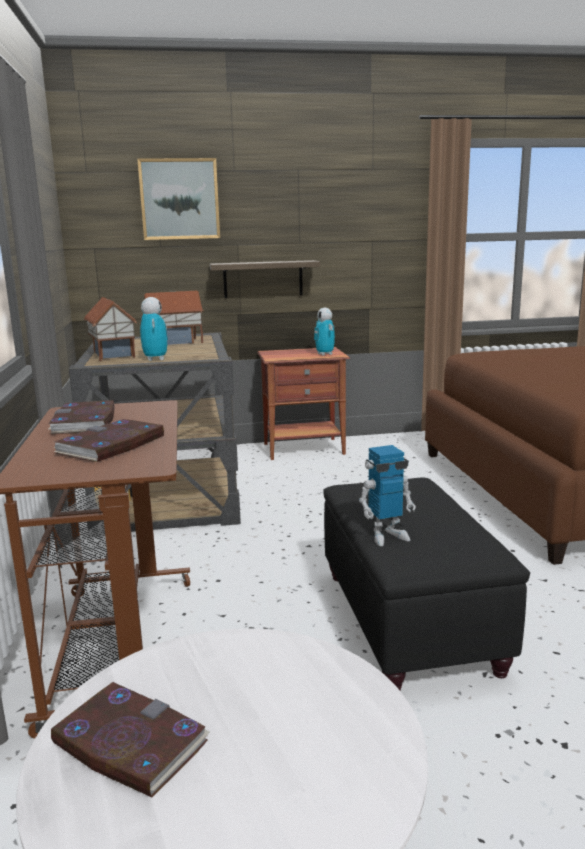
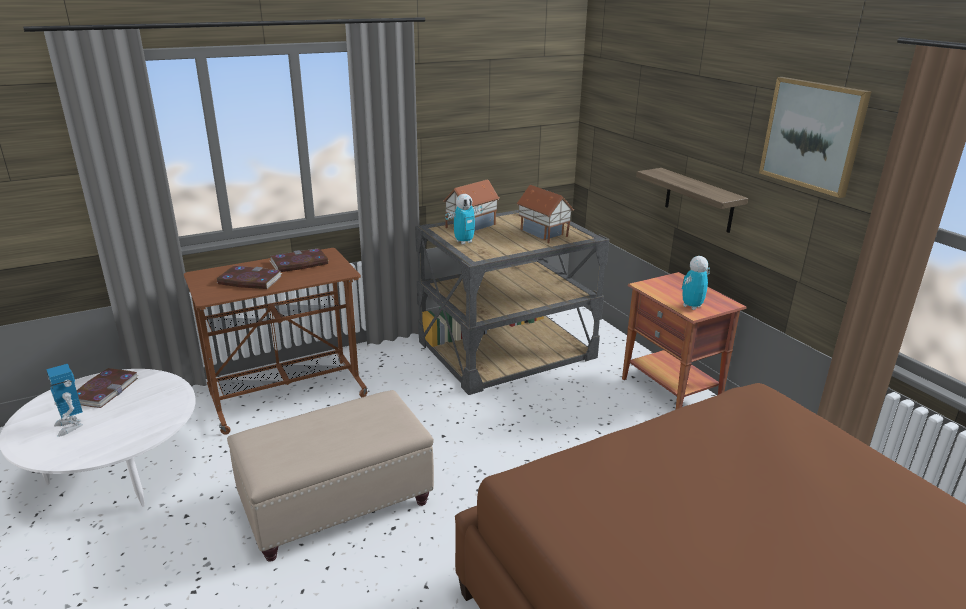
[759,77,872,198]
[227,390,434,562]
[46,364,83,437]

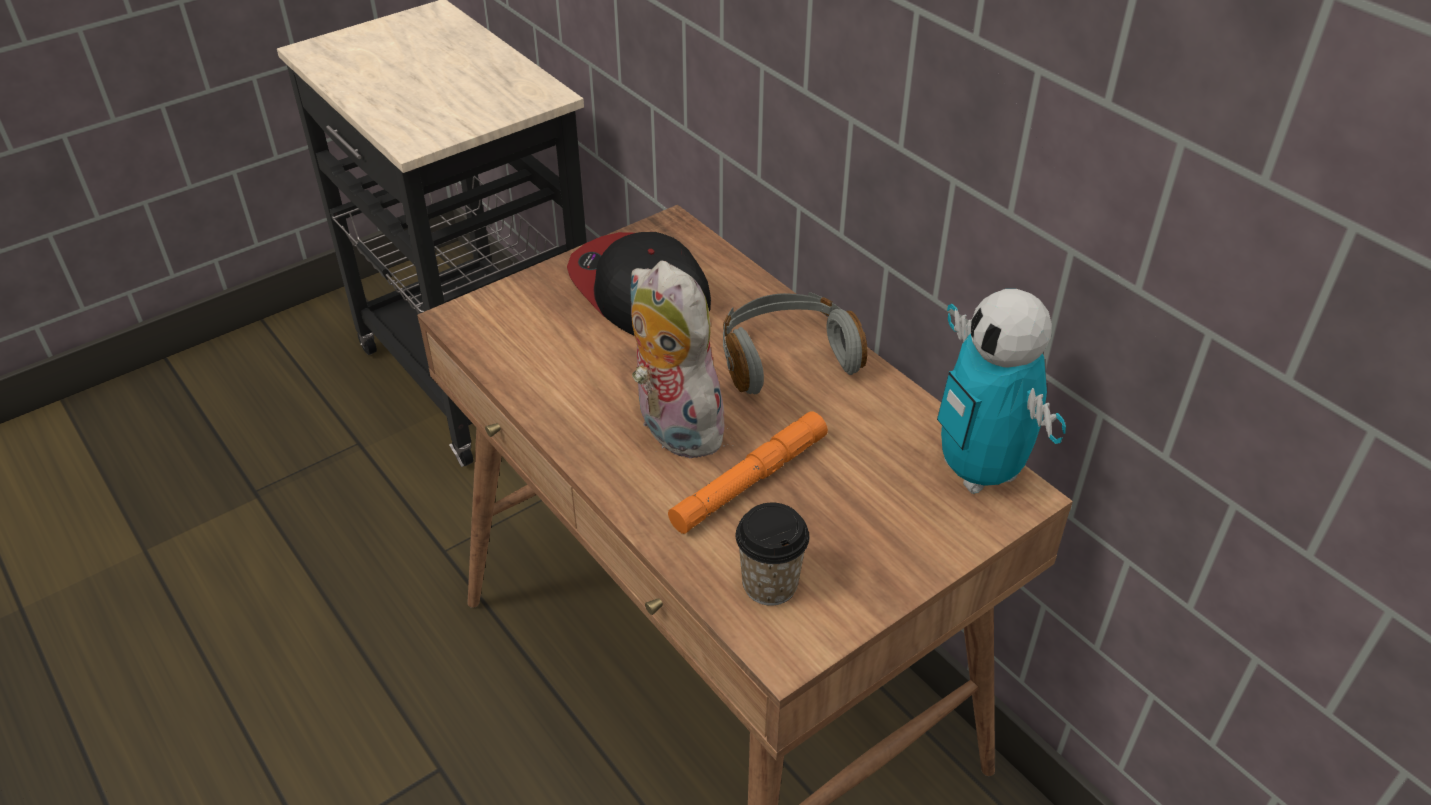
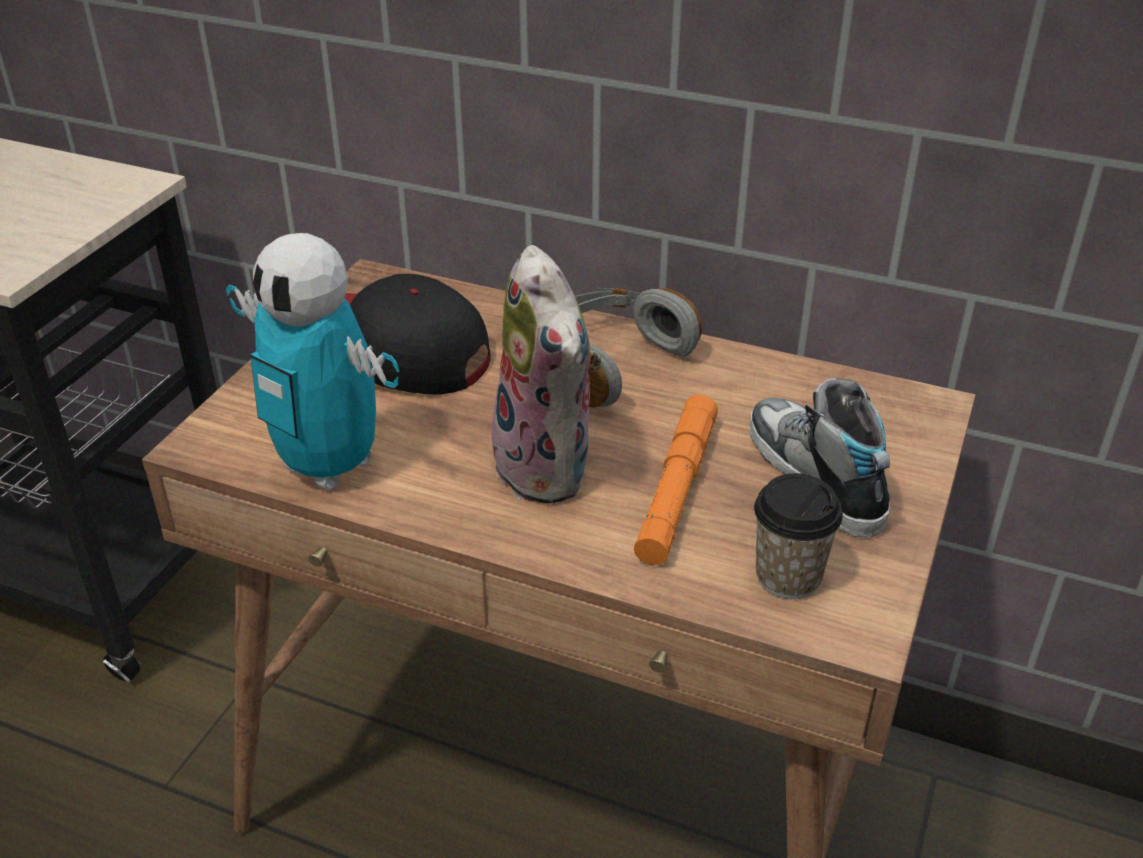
[492,245,602,504]
[226,233,400,490]
[750,378,890,538]

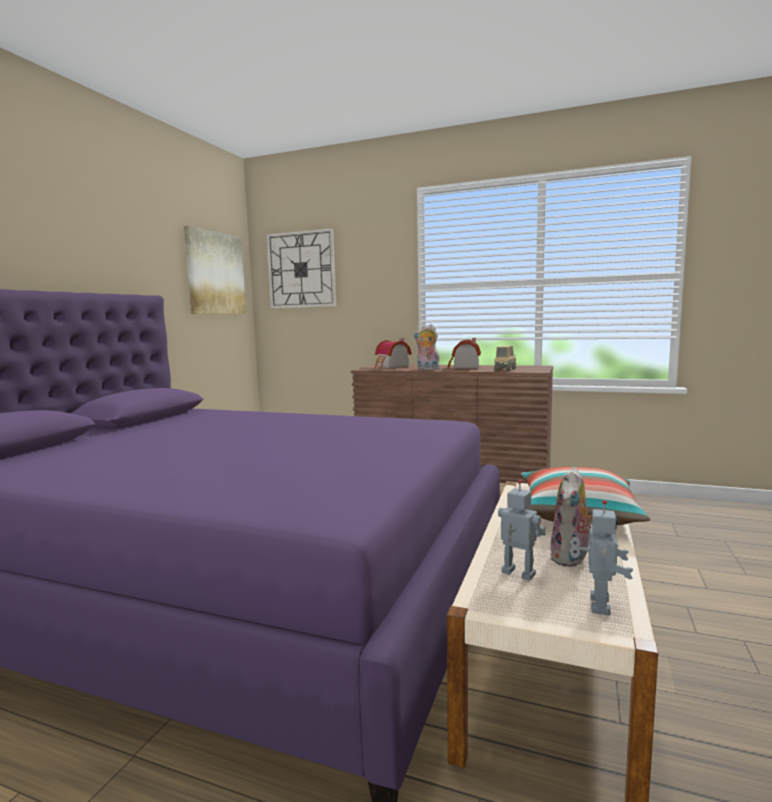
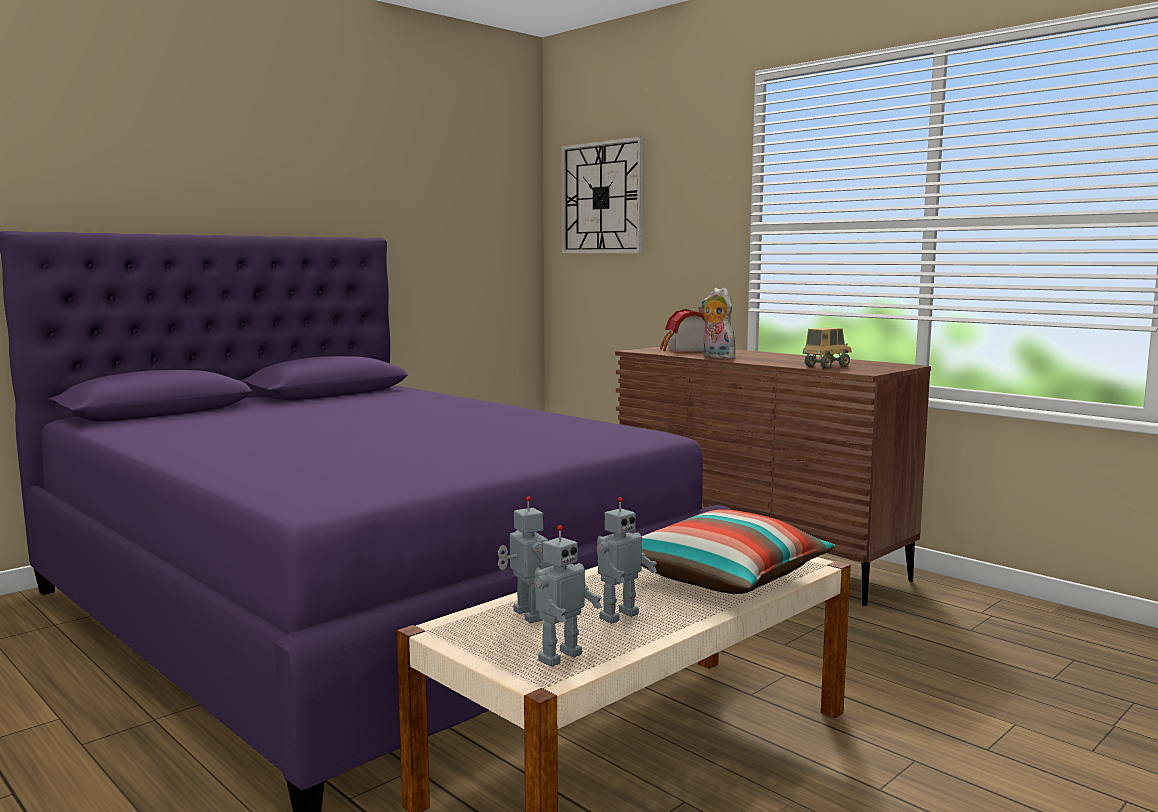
[184,226,246,314] (first image)
[447,338,481,369] (first image)
[597,497,657,624]

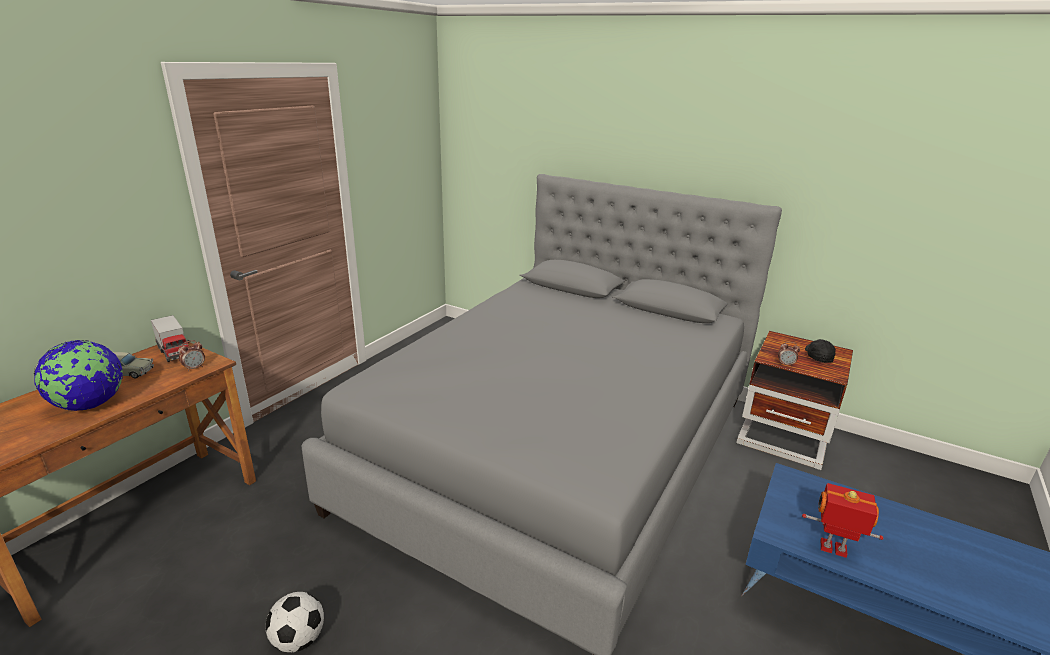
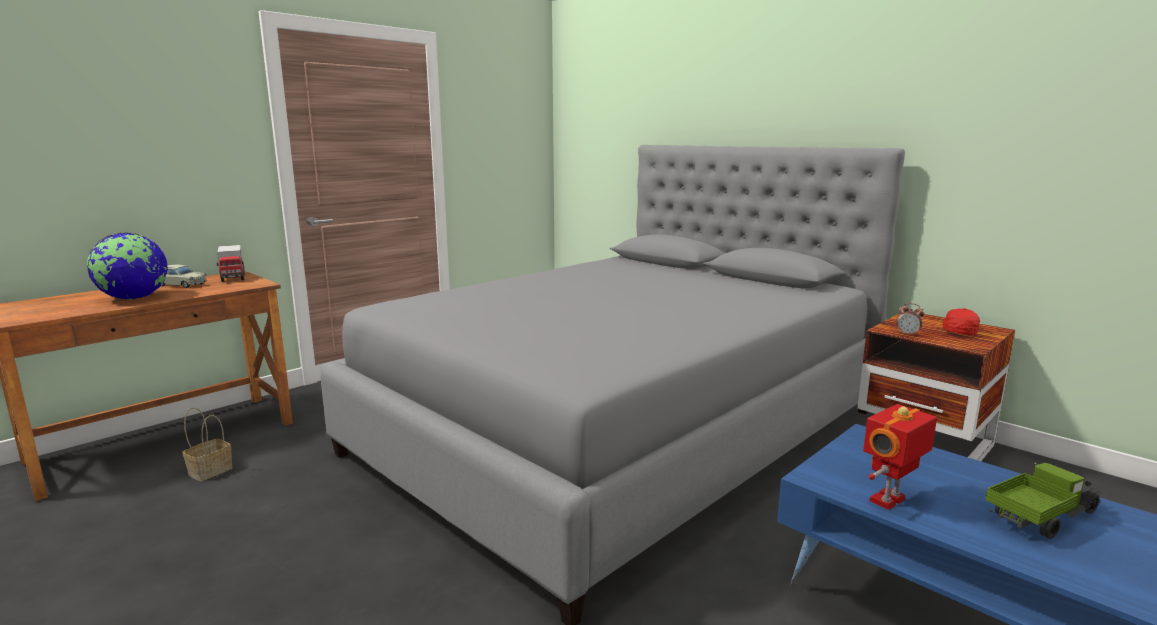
[178,340,205,372] (first image)
[266,592,324,653] (first image)
[863,404,937,510]
[943,308,980,335]
[182,407,233,481]
[985,462,1103,539]

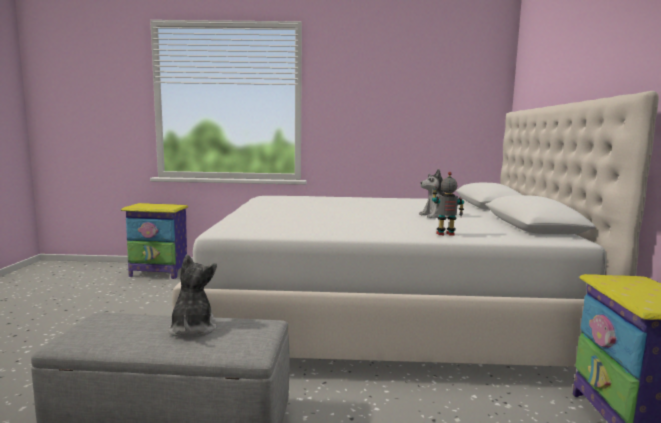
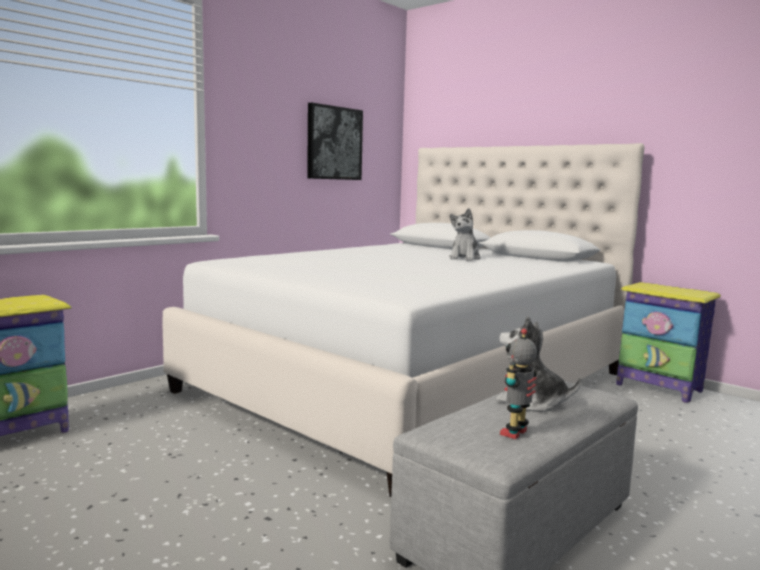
[500,328,537,439]
[307,103,363,180]

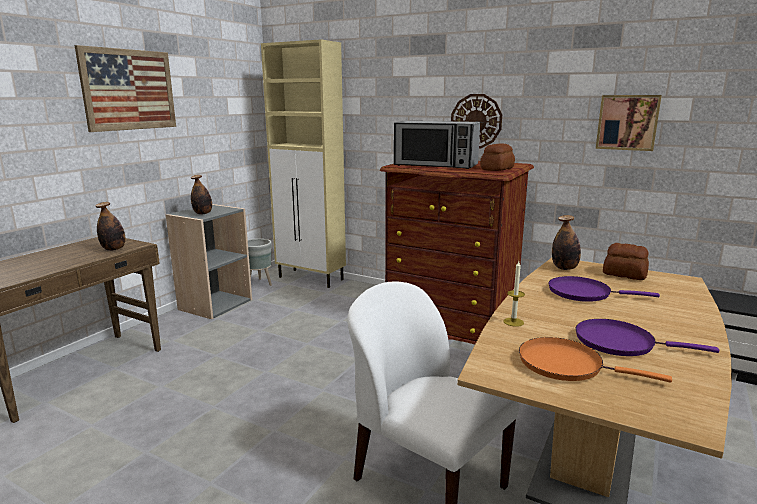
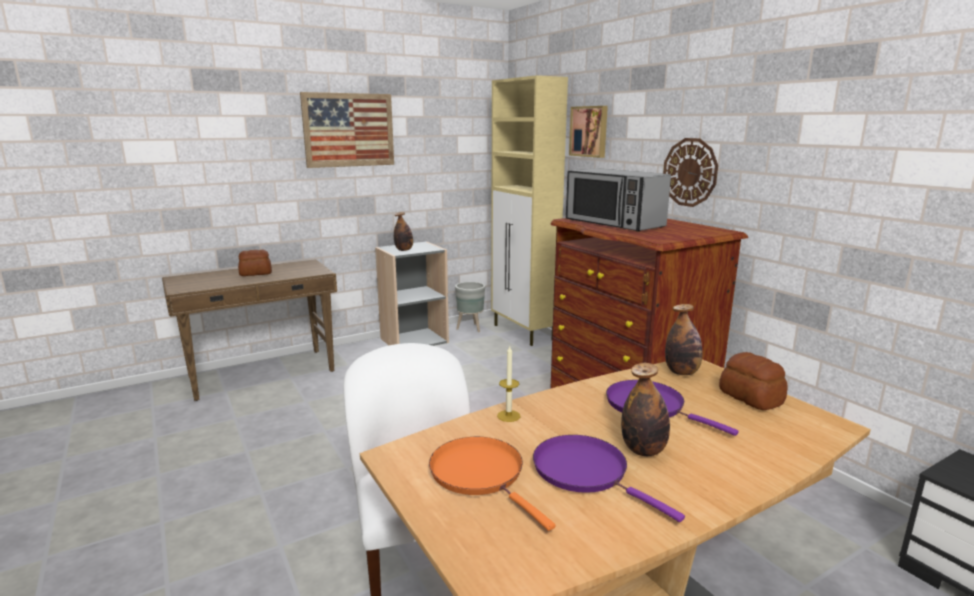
[621,363,670,456]
[238,250,272,276]
[569,106,608,158]

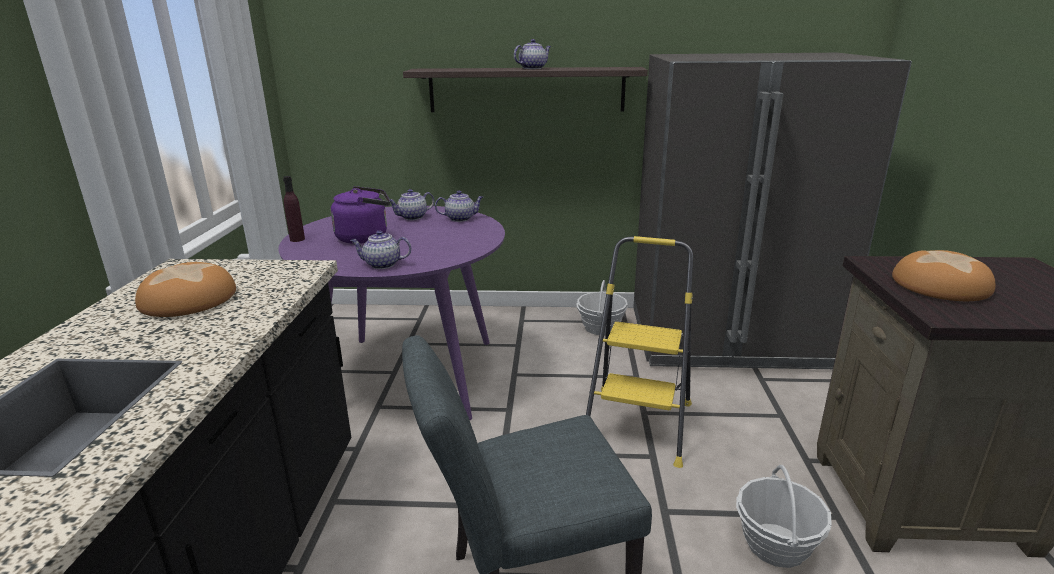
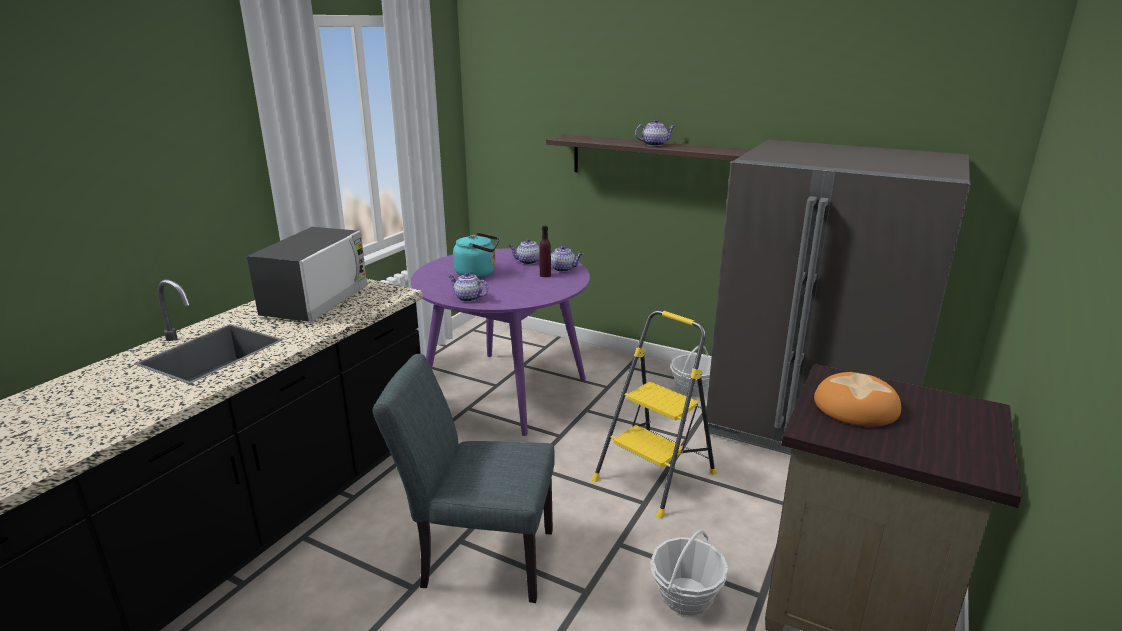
[247,227,368,322]
[539,226,551,277]
[453,232,500,278]

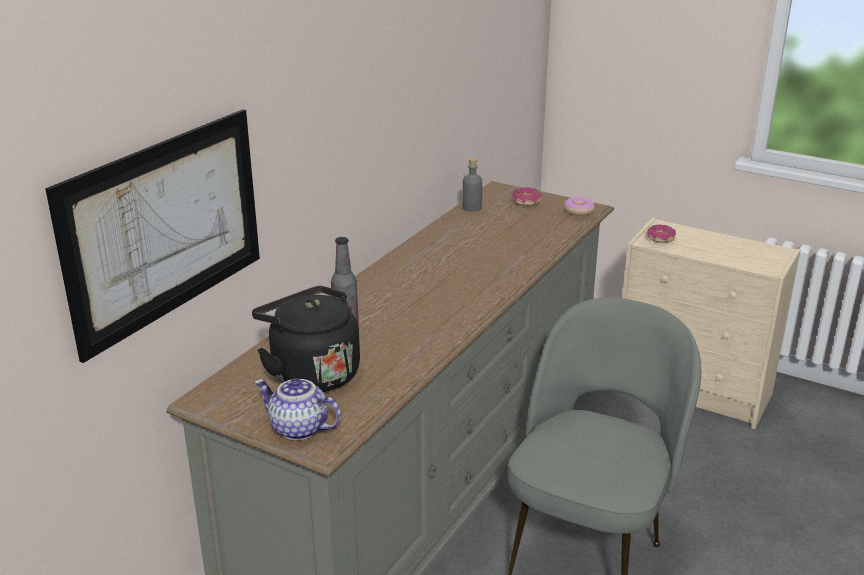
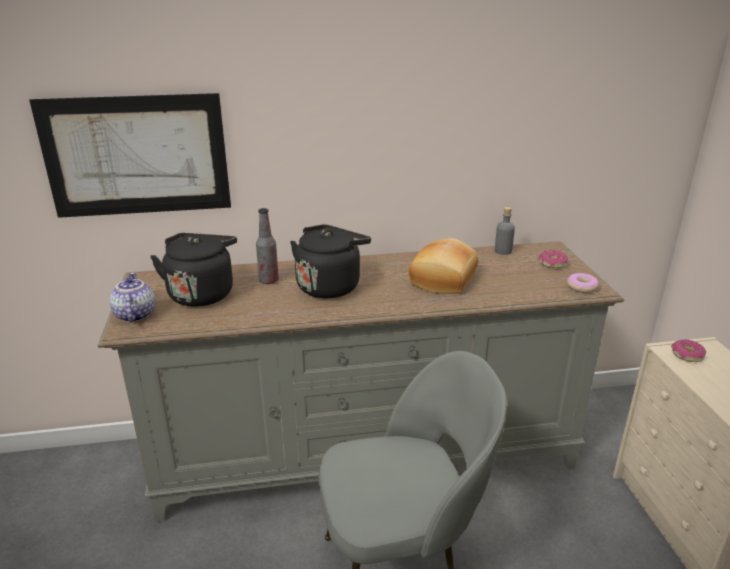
[290,224,371,298]
[408,238,478,294]

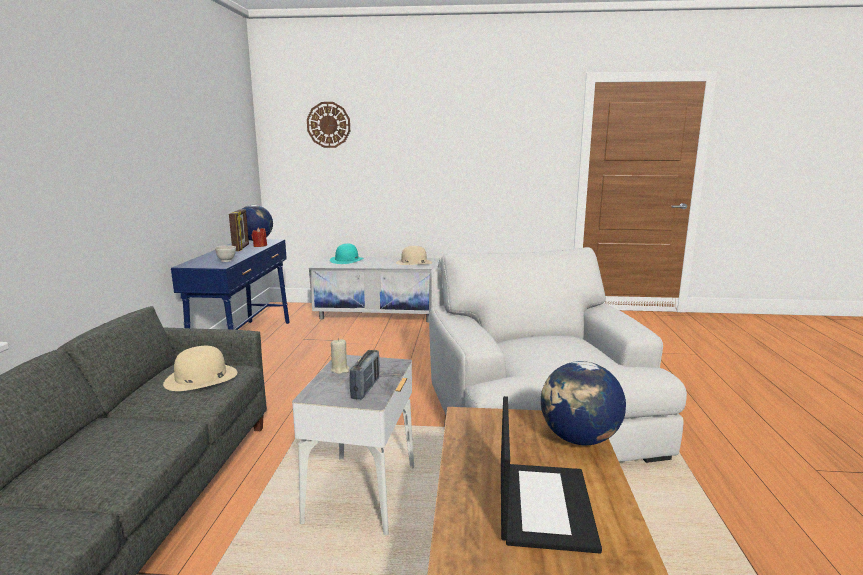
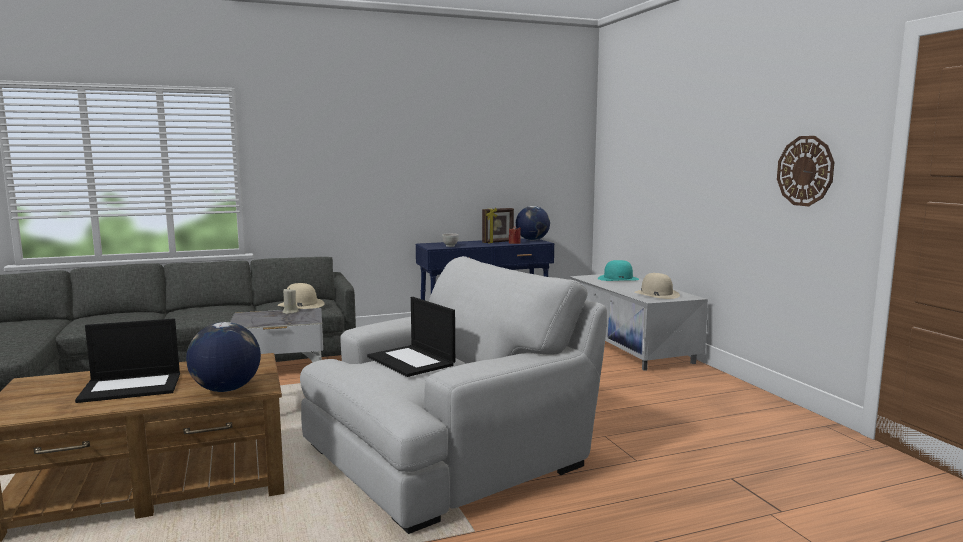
[777,136,834,206]
[349,350,380,399] (first image)
[367,297,455,377]

